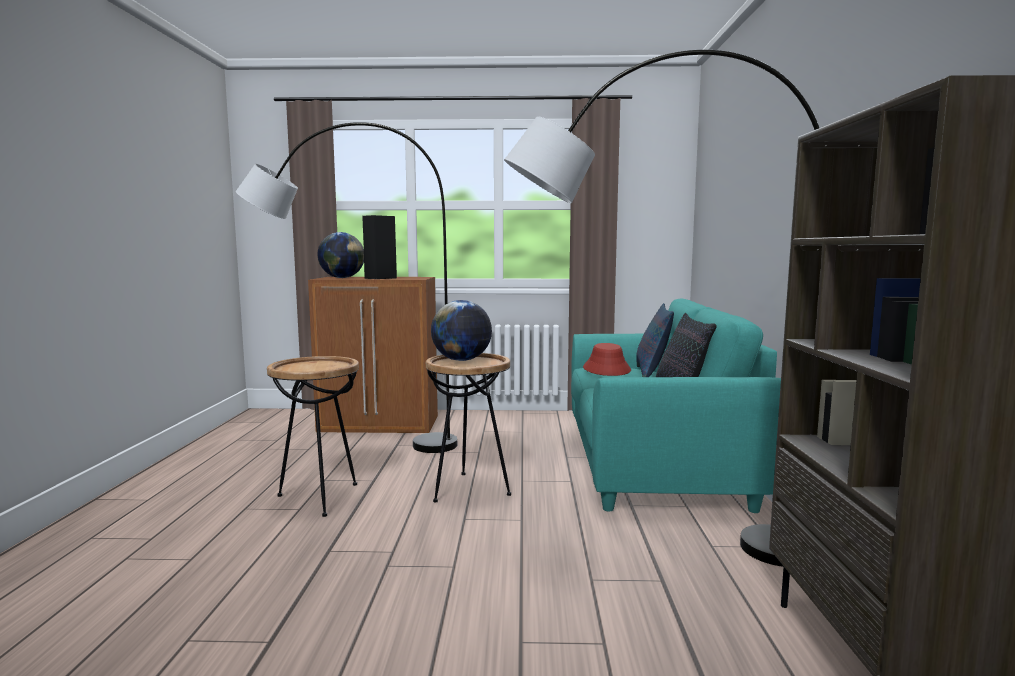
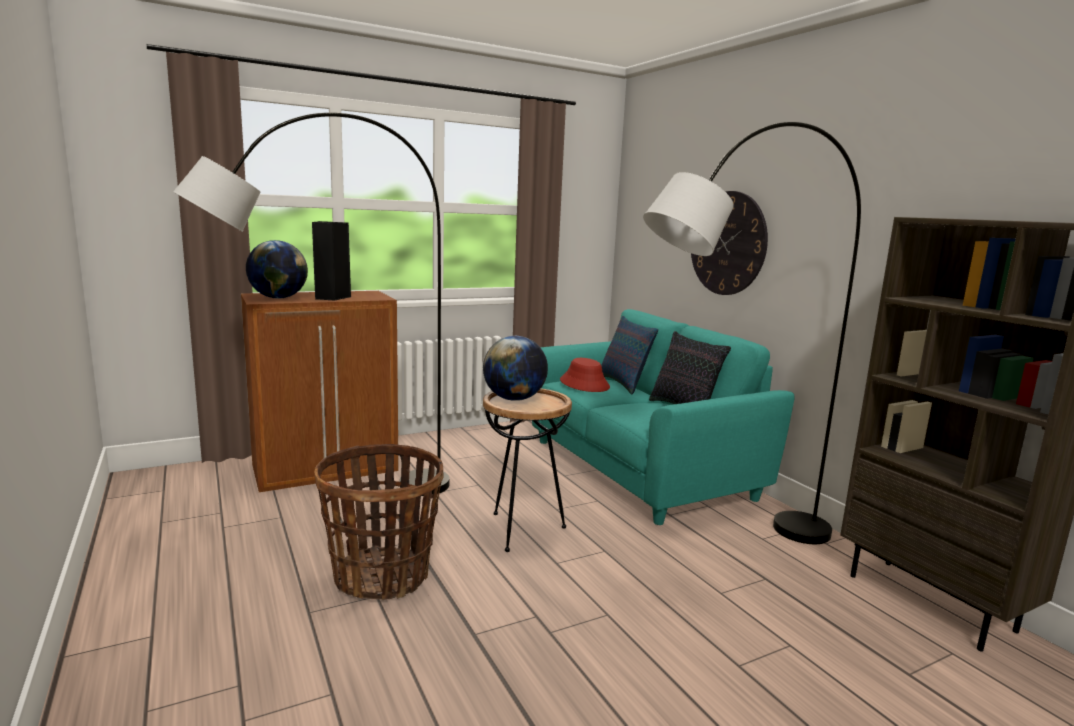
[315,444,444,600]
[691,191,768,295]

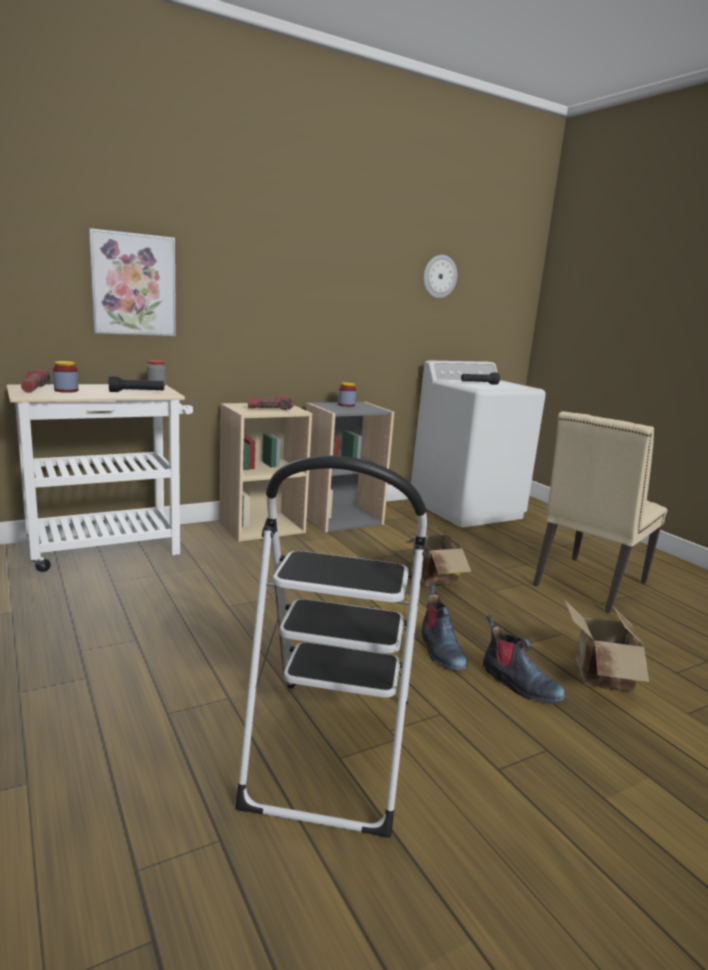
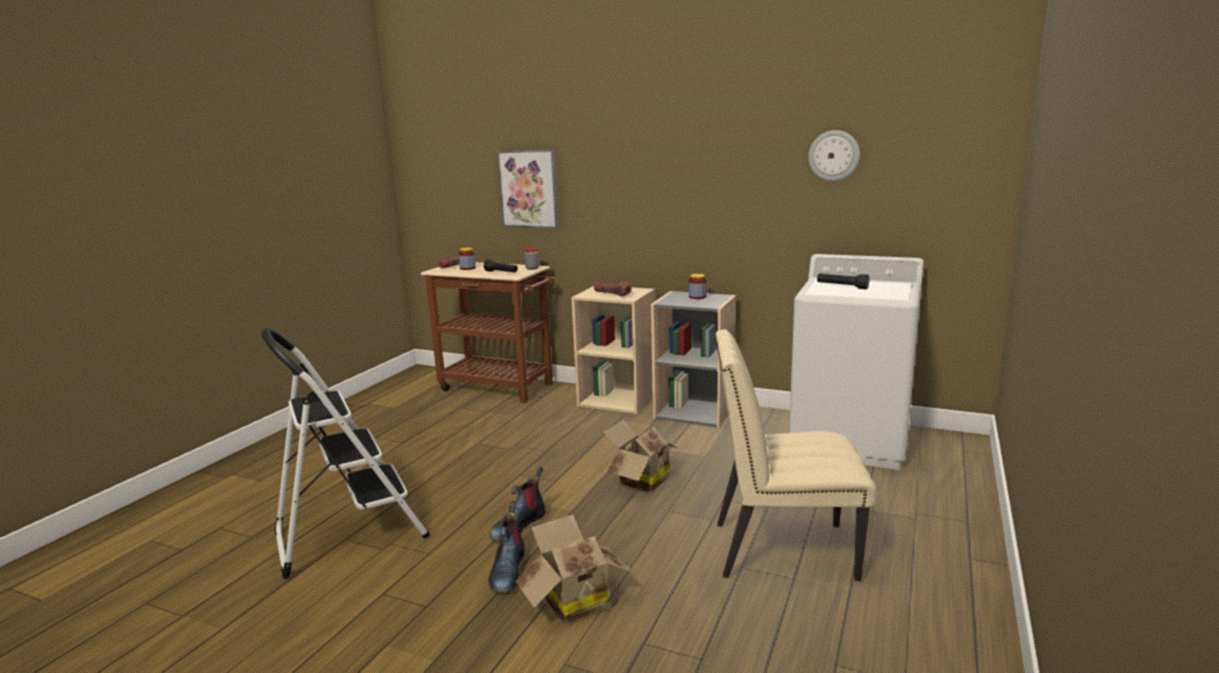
[421,262,554,403]

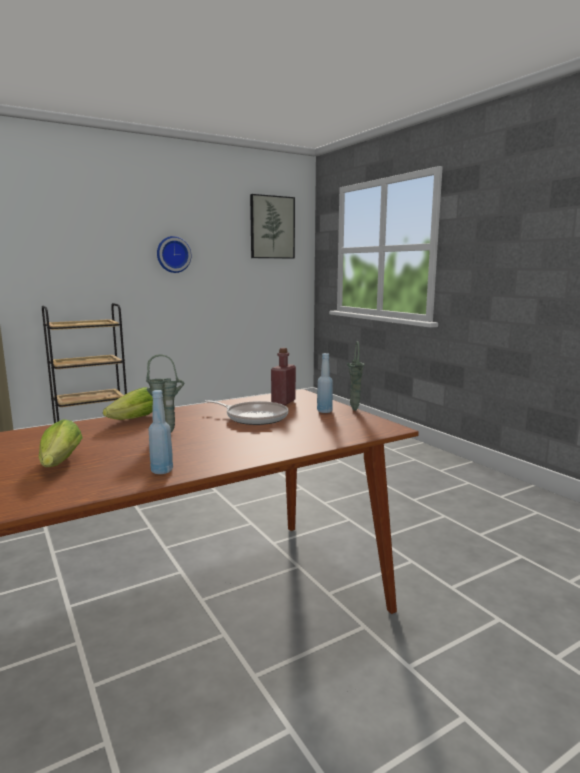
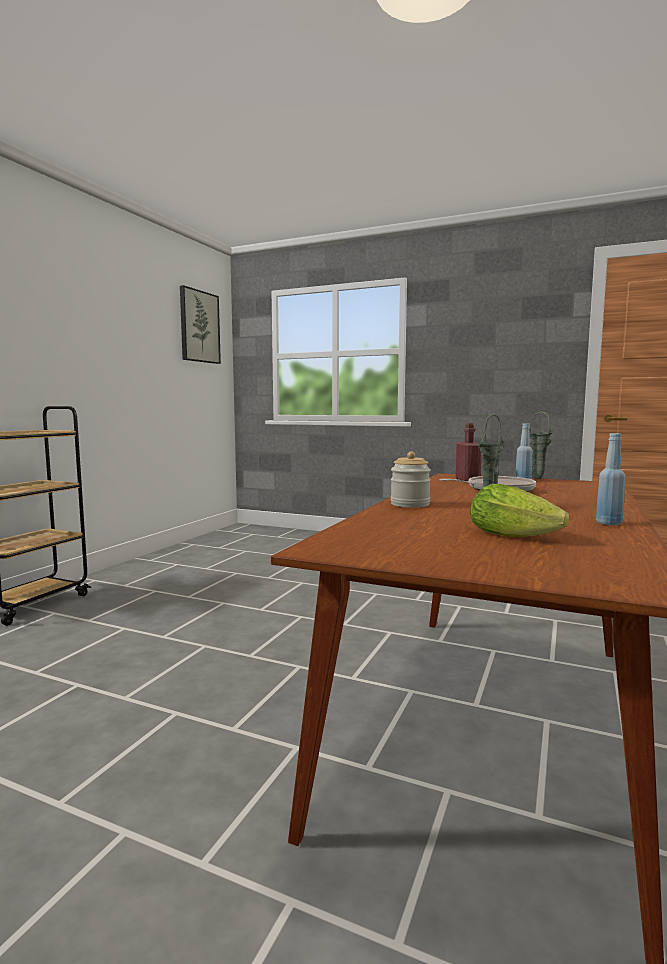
[391,451,431,508]
[157,236,192,273] (first image)

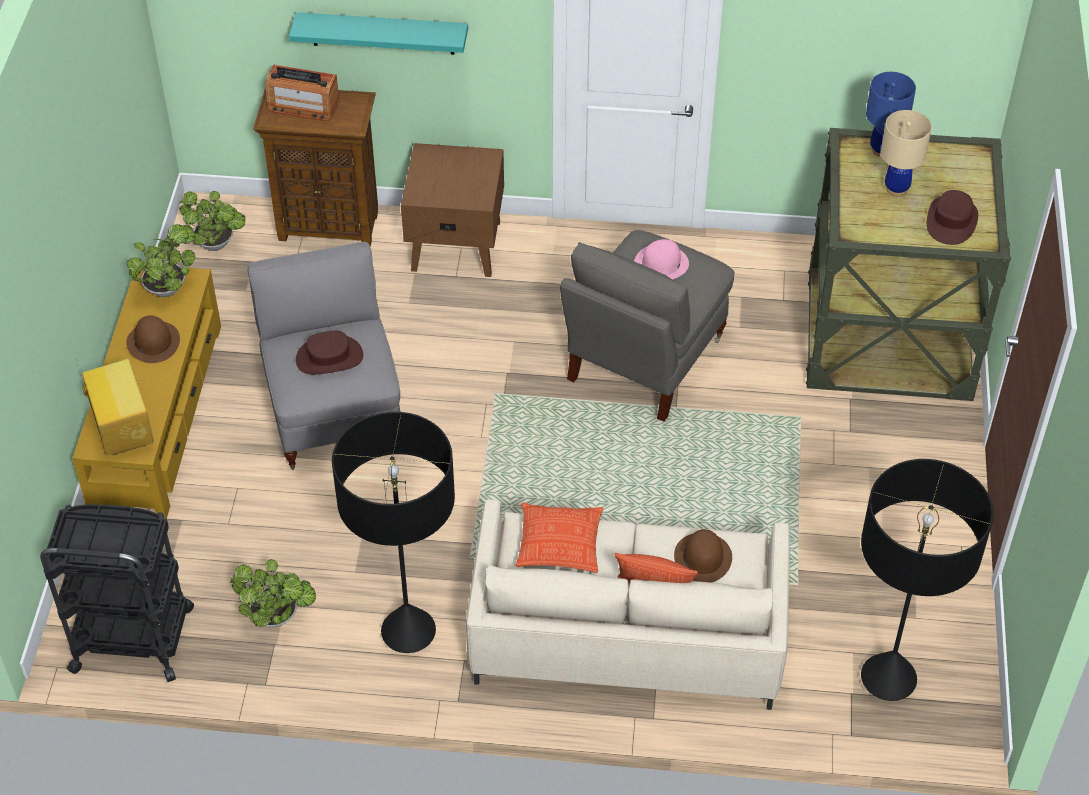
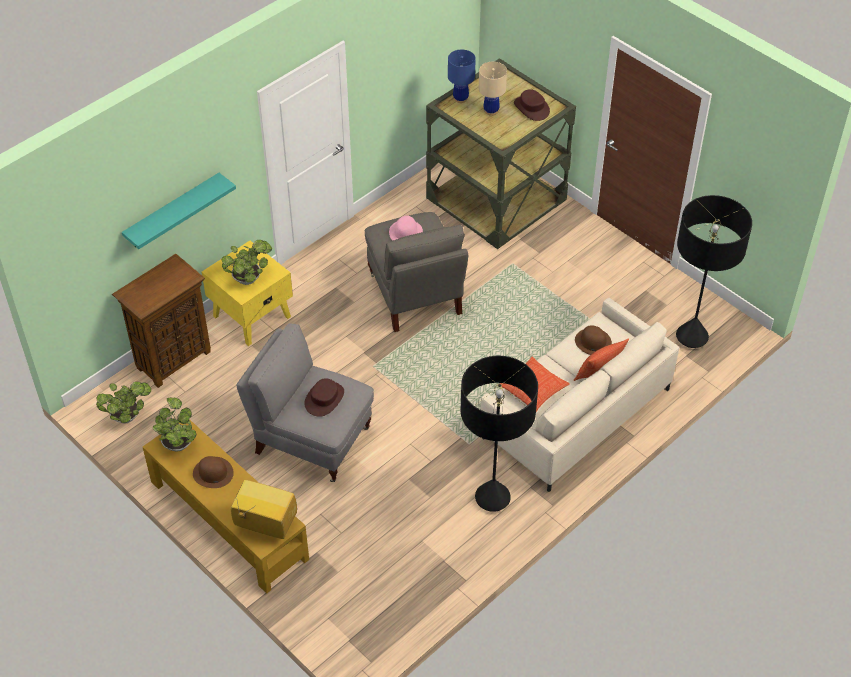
[40,504,194,682] (first image)
[222,240,272,285]
[265,65,339,122] (first image)
[202,241,293,346]

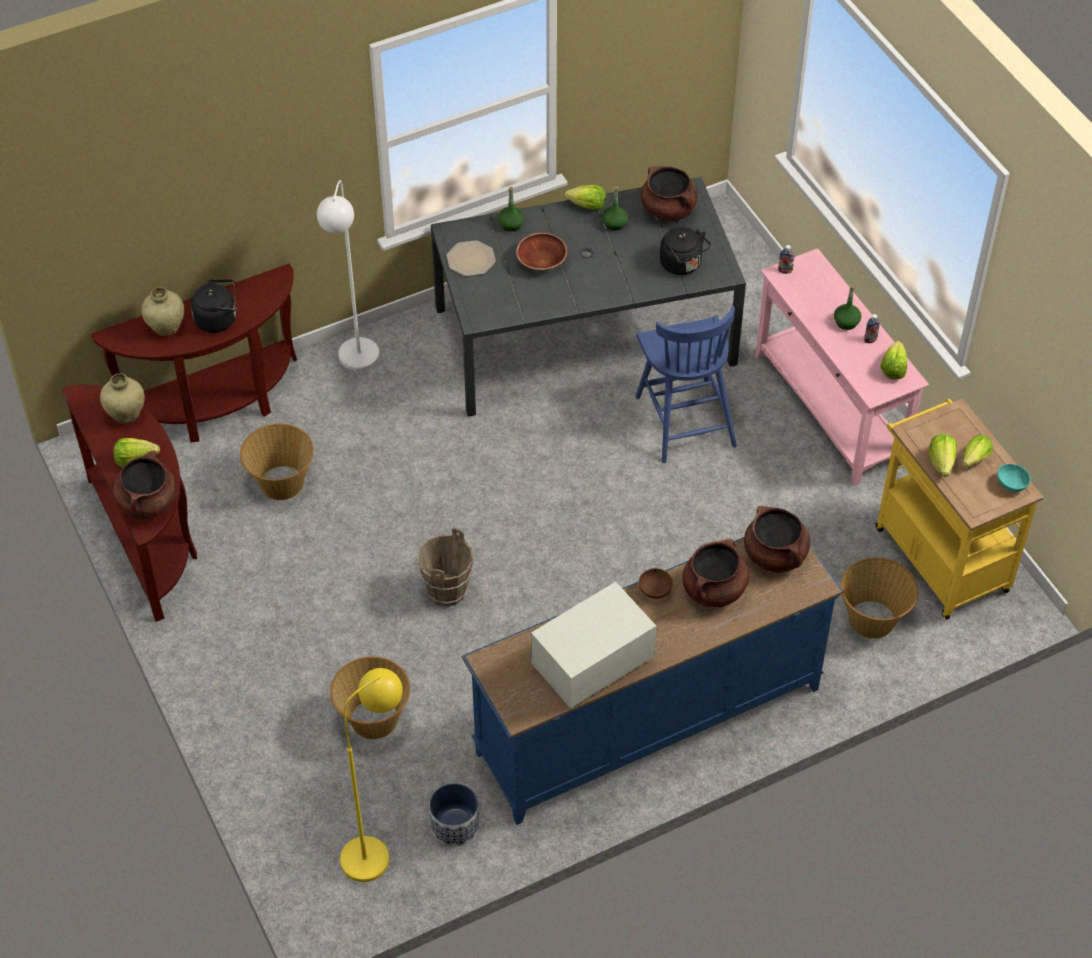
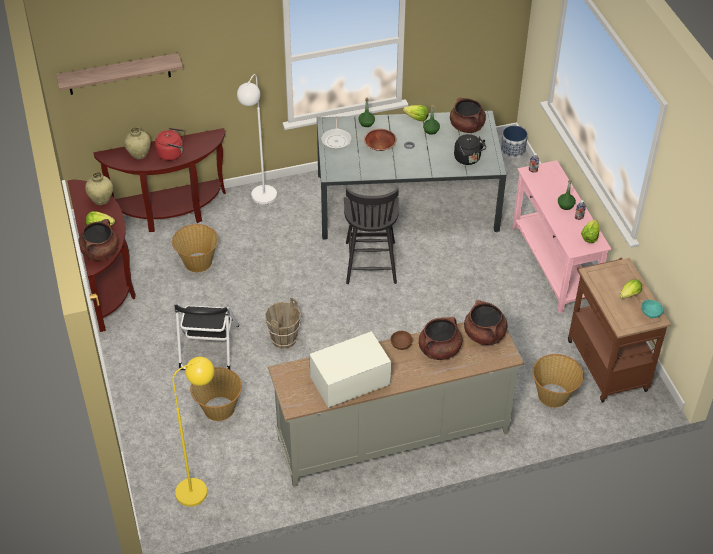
[155,128,185,161]
[501,126,528,158]
[321,118,352,149]
[268,322,525,487]
[635,305,737,463] (first image)
[568,258,671,403]
[929,434,957,477] (first image)
[56,53,183,95]
[174,303,239,370]
[344,187,399,284]

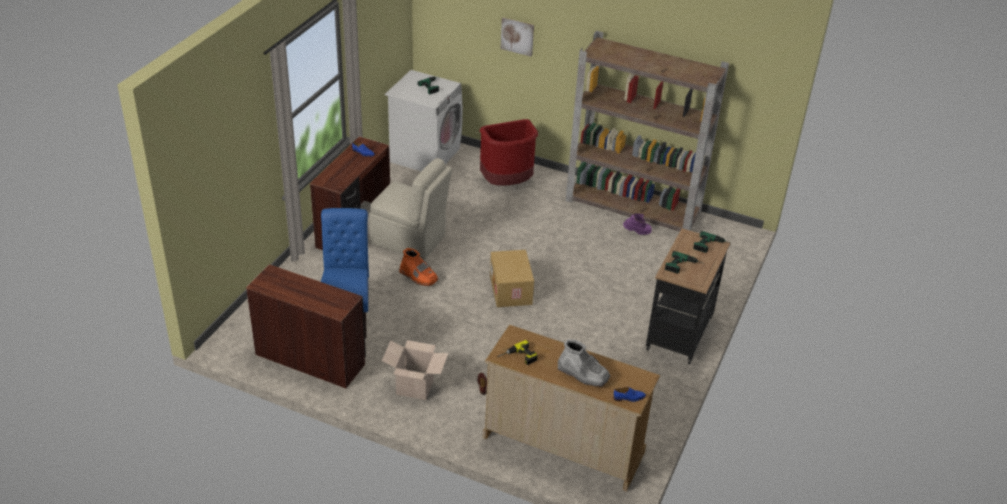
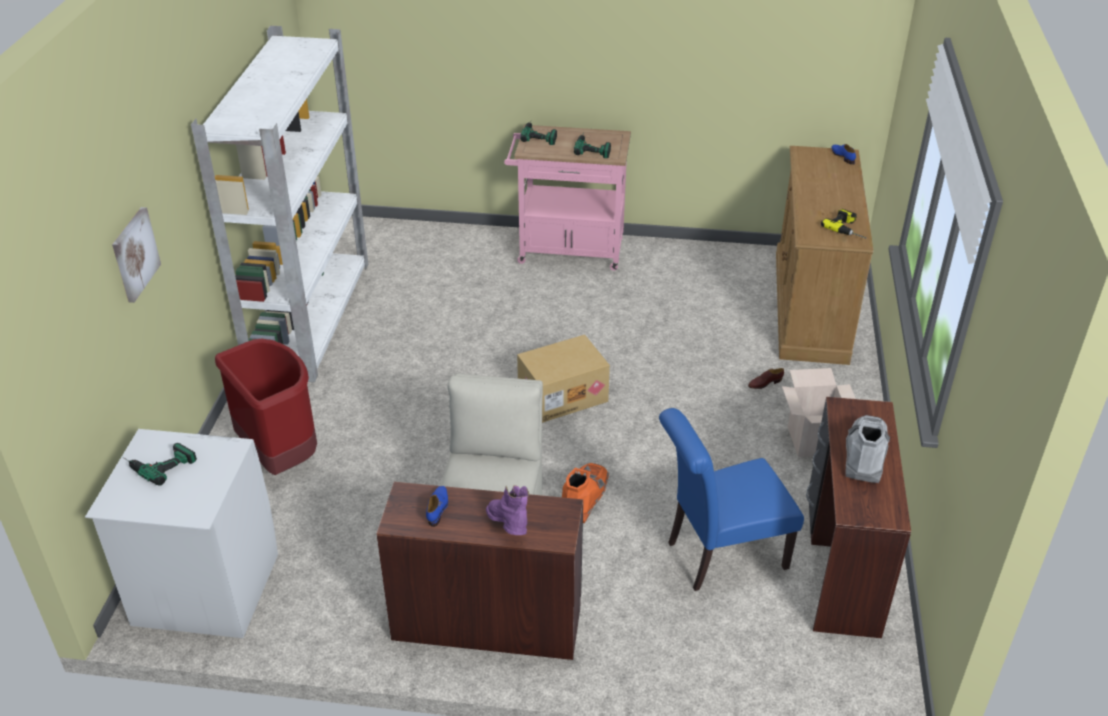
[846,415,890,483]
[191,26,368,383]
[486,485,530,535]
[504,125,631,271]

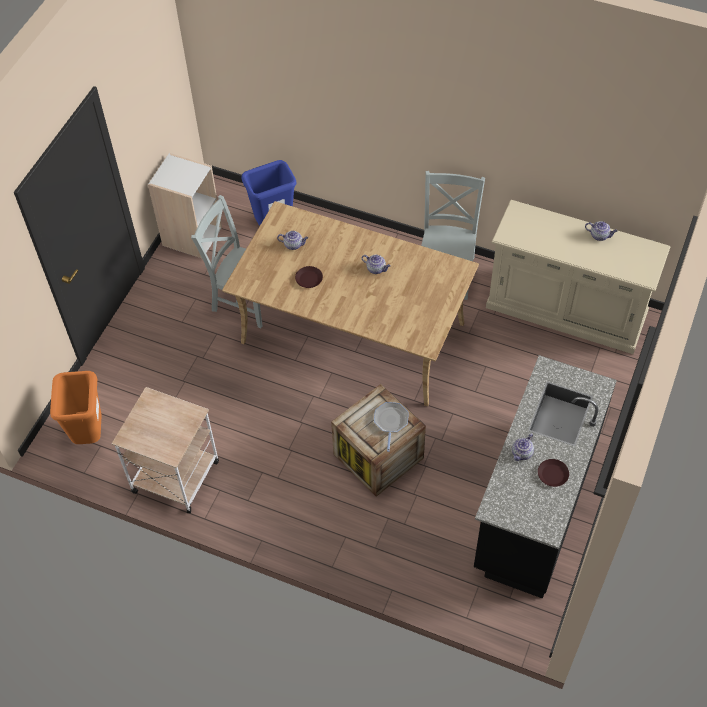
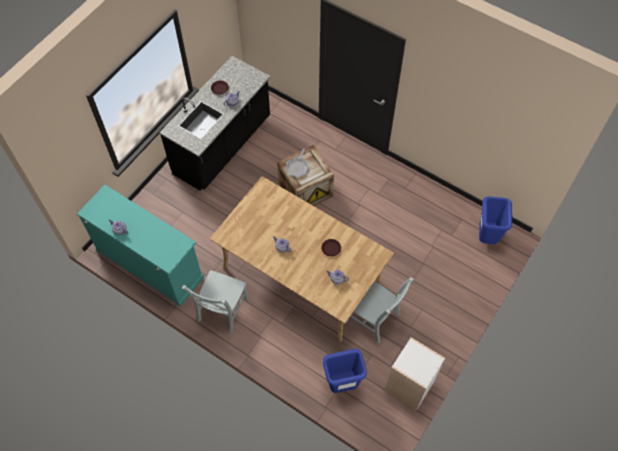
[479,196,512,244]
[112,387,219,513] (first image)
[77,185,204,307]

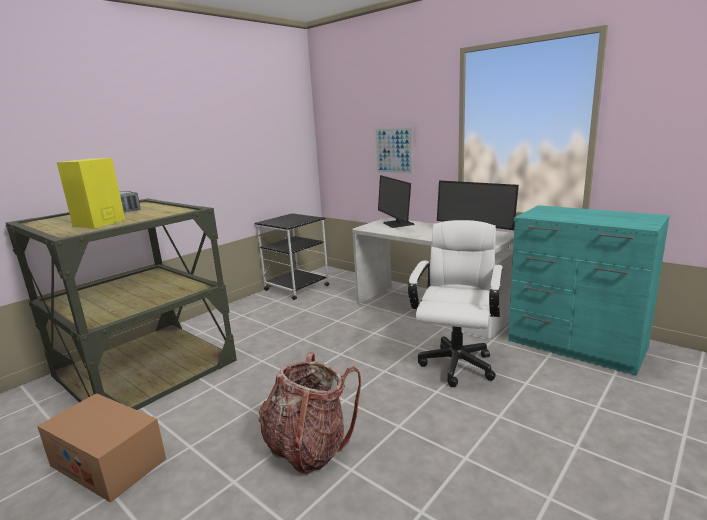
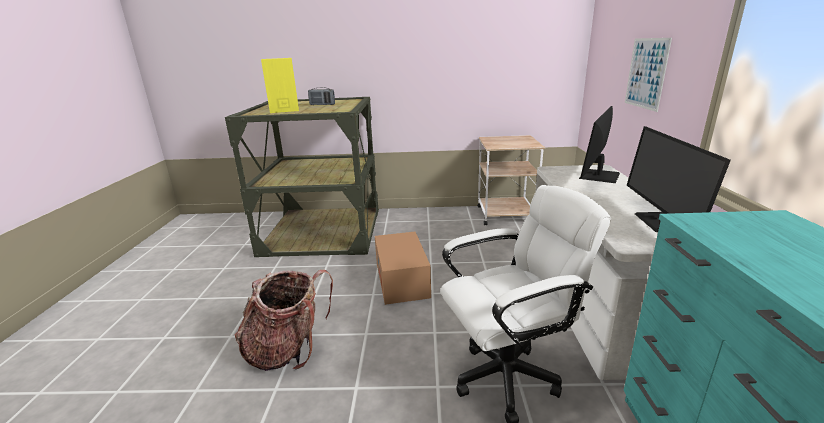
[375,231,431,305]
[477,135,545,225]

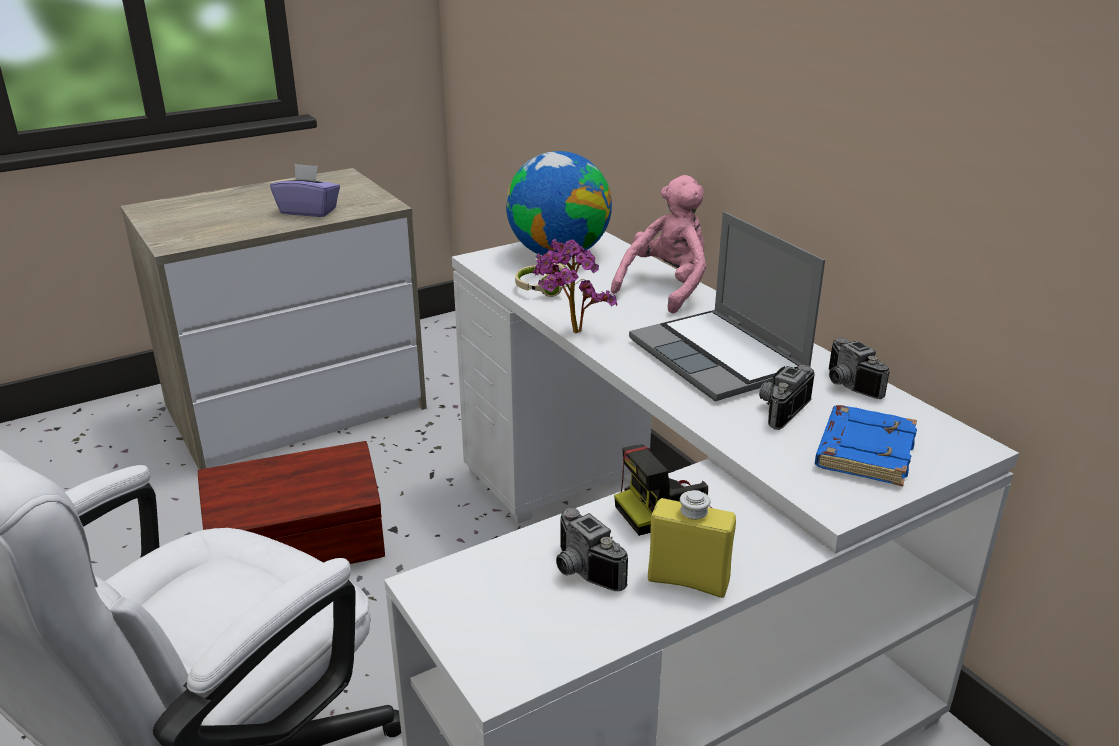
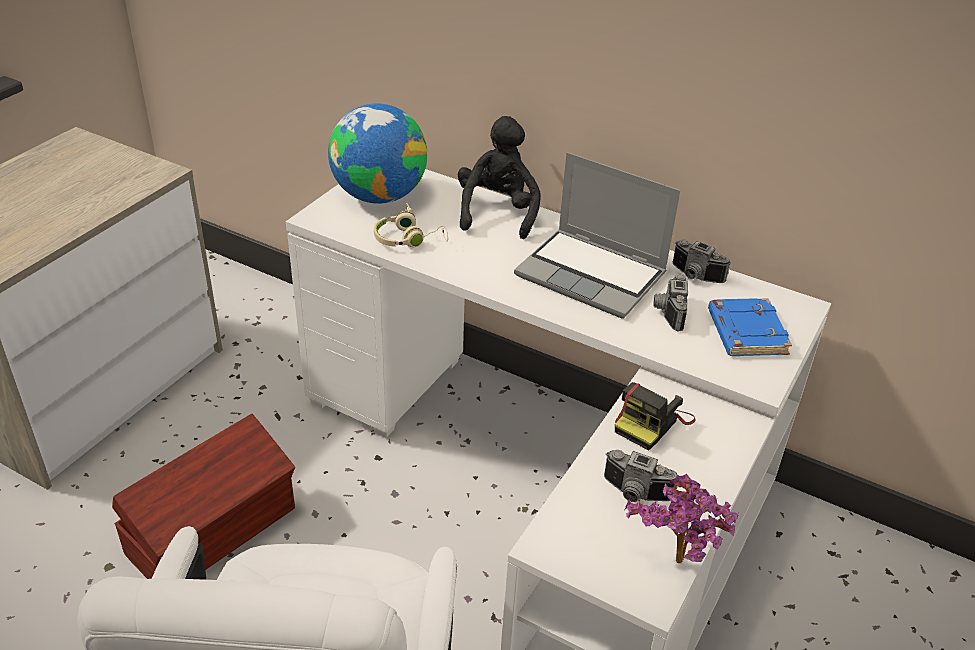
[270,164,340,217] (first image)
[624,474,739,564]
[458,116,541,239]
[648,490,736,598] (first image)

